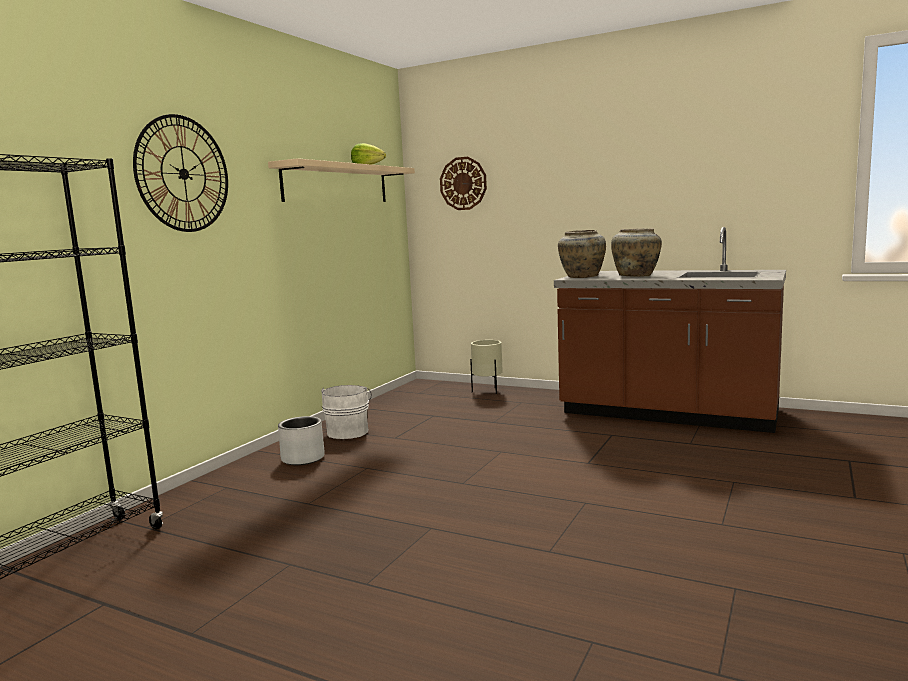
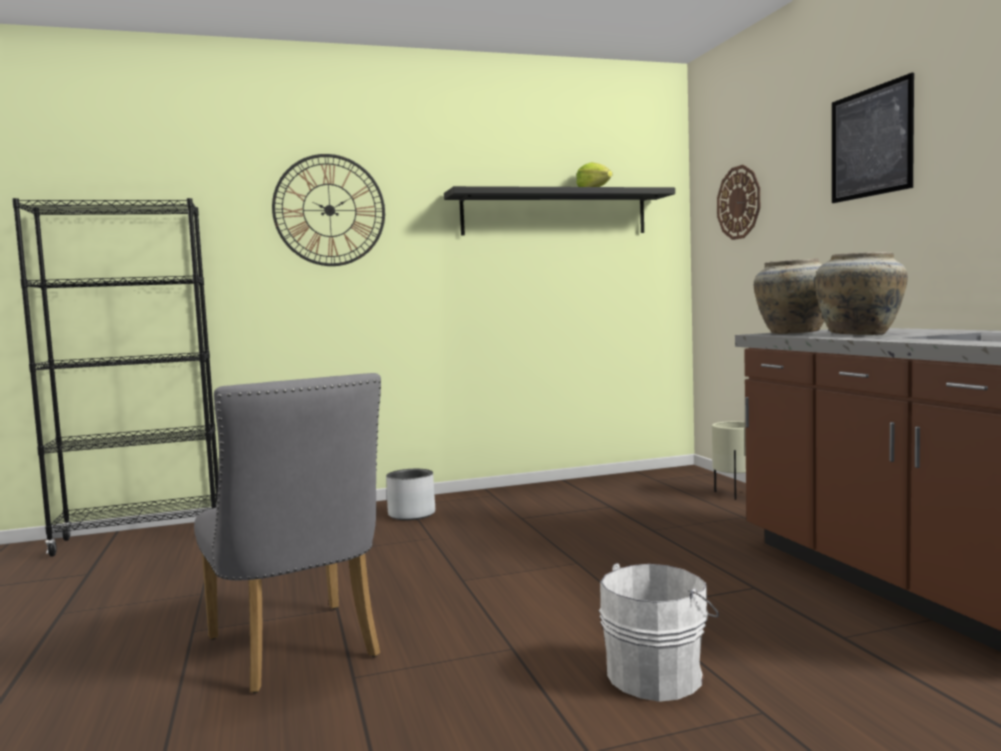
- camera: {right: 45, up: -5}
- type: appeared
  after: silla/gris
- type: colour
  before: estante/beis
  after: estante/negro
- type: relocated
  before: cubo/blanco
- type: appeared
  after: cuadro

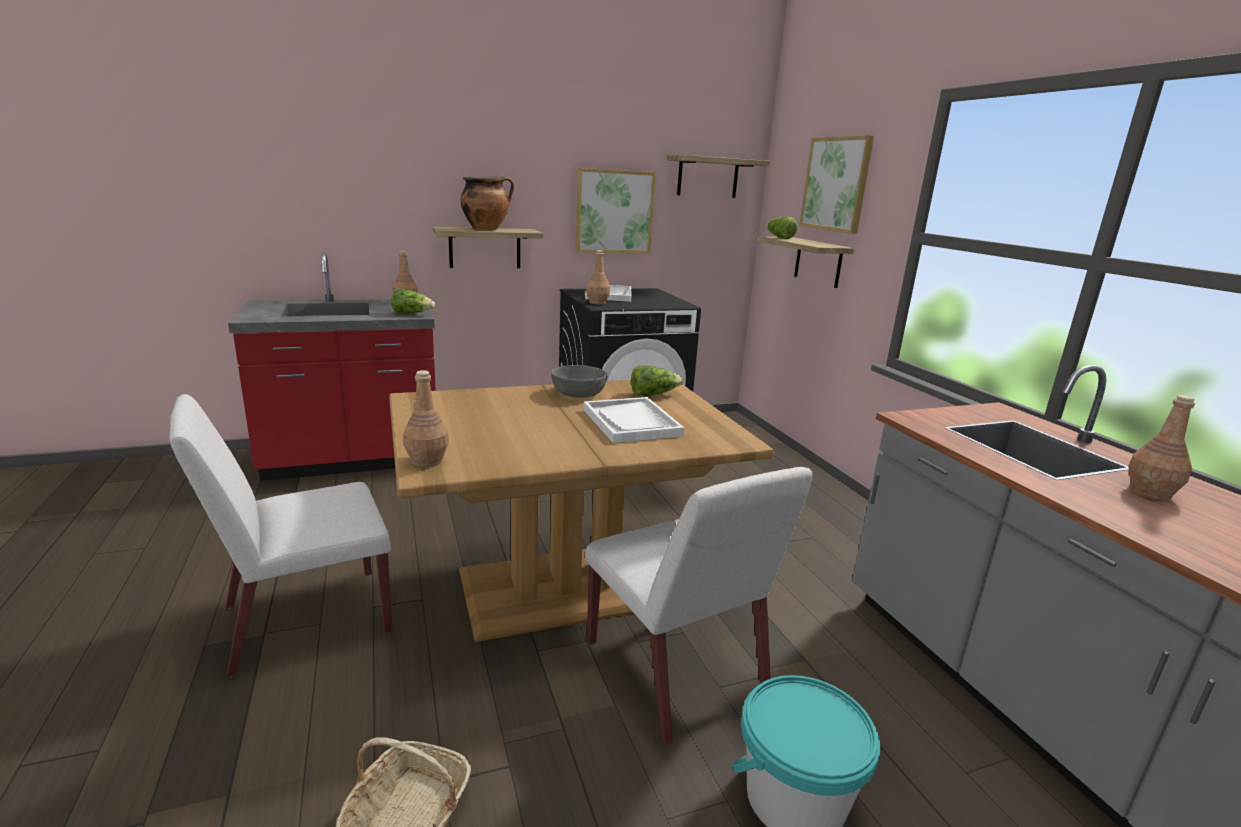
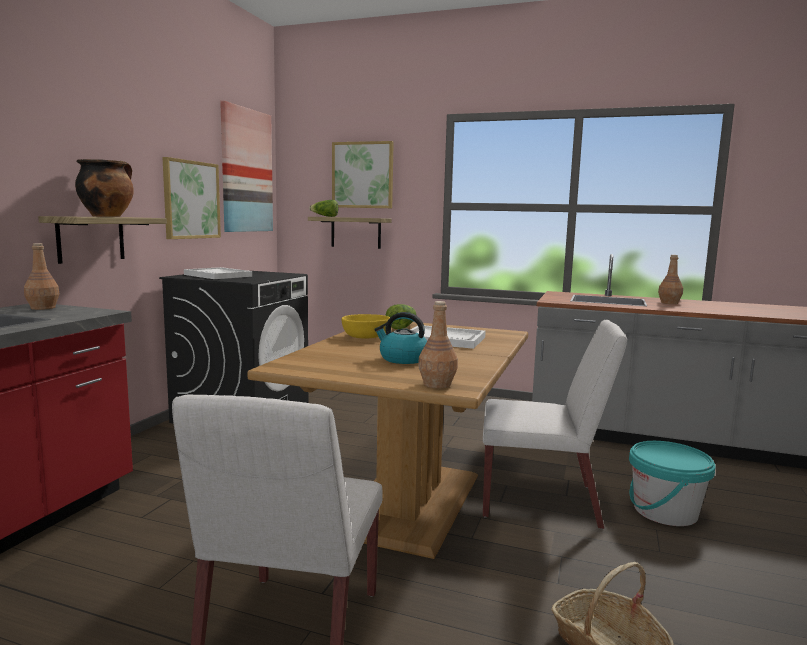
- camera: {right: -50, up: -10}
- type: exchanged
  before: estante (no. 2 from left)
  after: cuadro (no. 2 from left)
- type: colour
  before: cuenco/gris
  after: cuenco/amarillo
- type: appeared
  after: hervidor
- type: missing
  before: lechuga (no. 1 from left)
- type: missing
  before: botella/marrón (no. 3 from left)

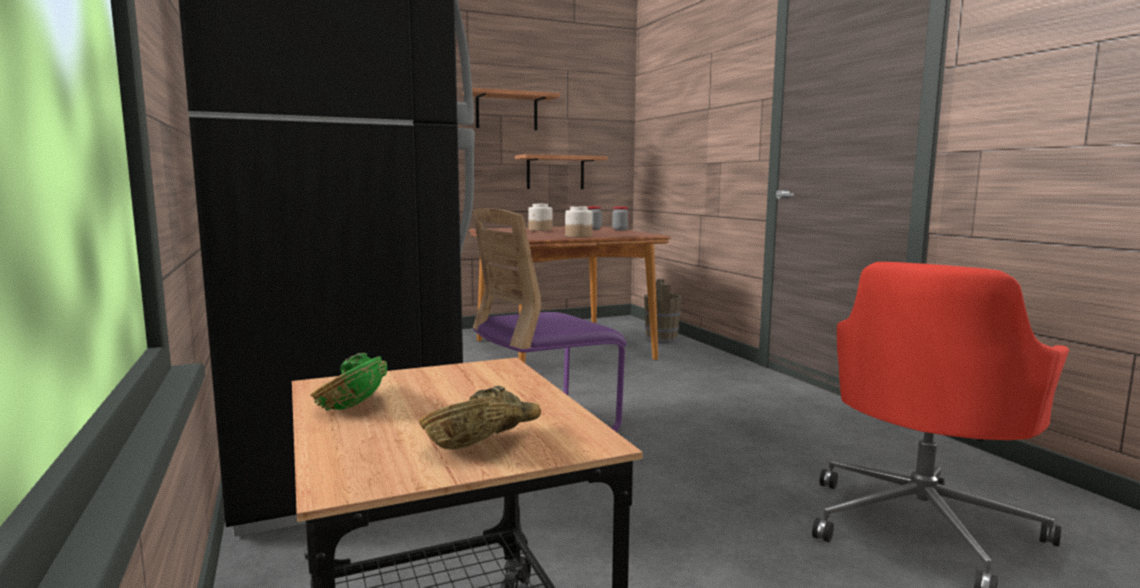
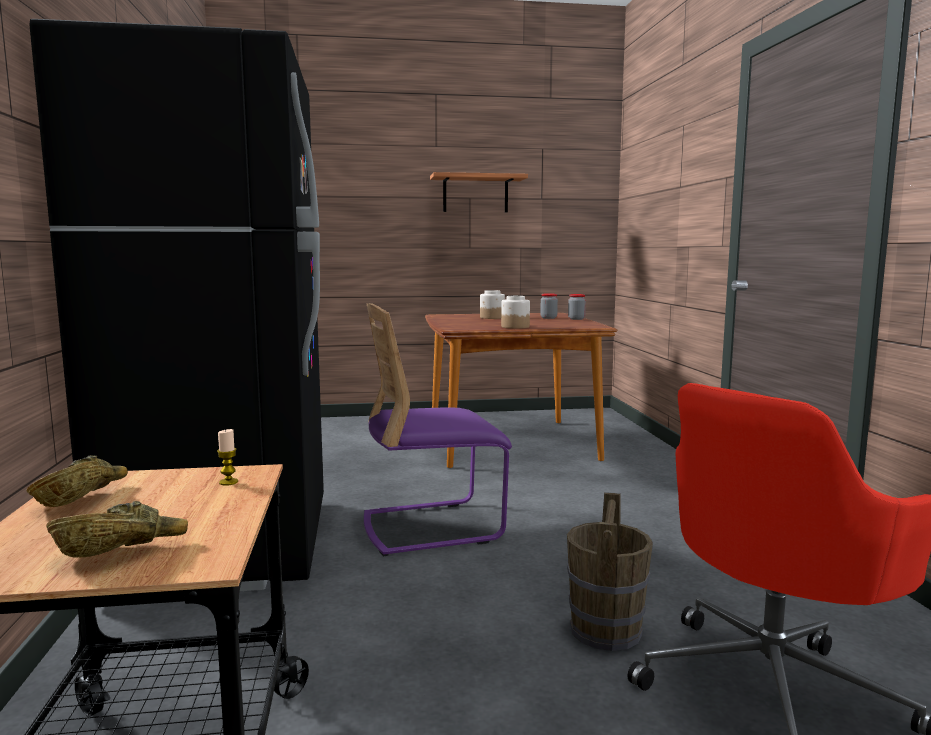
- camera: {right: 15, up: 0}
- type: colour
  before: cuenco/verde
  after: cuenco/marrón (no. 1 from left)
- type: appeared
  after: vela
- type: relocated
  before: cubo/marrón
- type: missing
  before: estante (no. 2 from left)

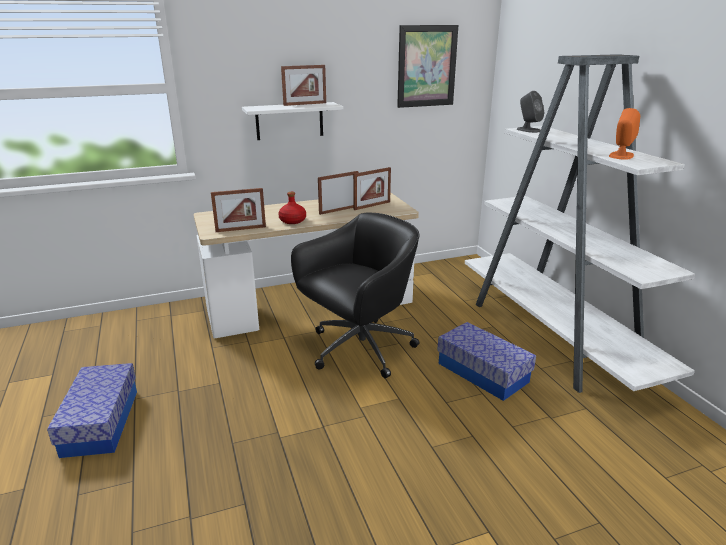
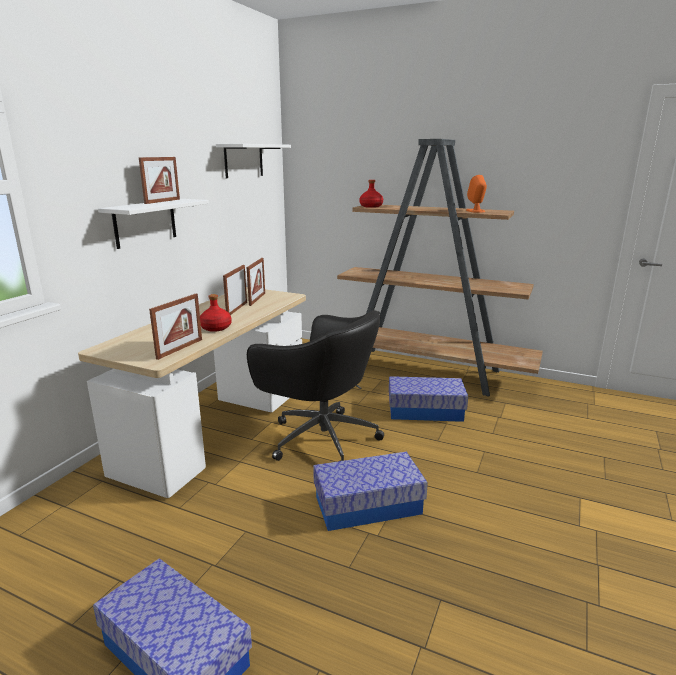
- camera: {right: -45, up: -5}
- type: exchanged
  before: cuadro
  after: estante/blanco (no. 2 from left)
- type: spun
  before: silla de oficina/negro
  turn: 120
- type: appeared
  after: caja de almacenaje (no. 2 from left)
- type: colour
  before: estantería/blanco
  after: estantería/marrón
- type: exchanged
  before: altavoz/gris
  after: botella/rojo (no. 2 from left)

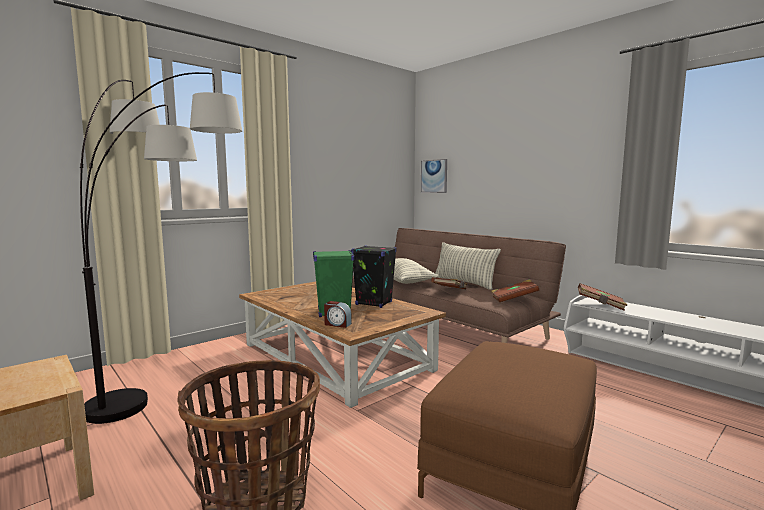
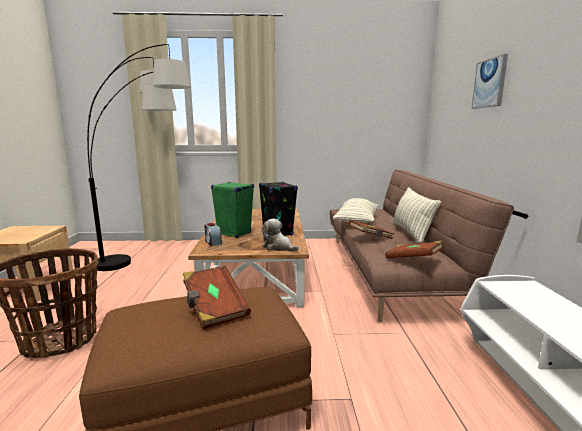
- camera: {right: 40, up: 5}
- type: relocated
  before: libro/marrón (no. 3 from left in the first image)
  after: libro/marrón (no. 1 from left)
- type: appeared
  after: peluche
- type: relocated
  before: cuadro

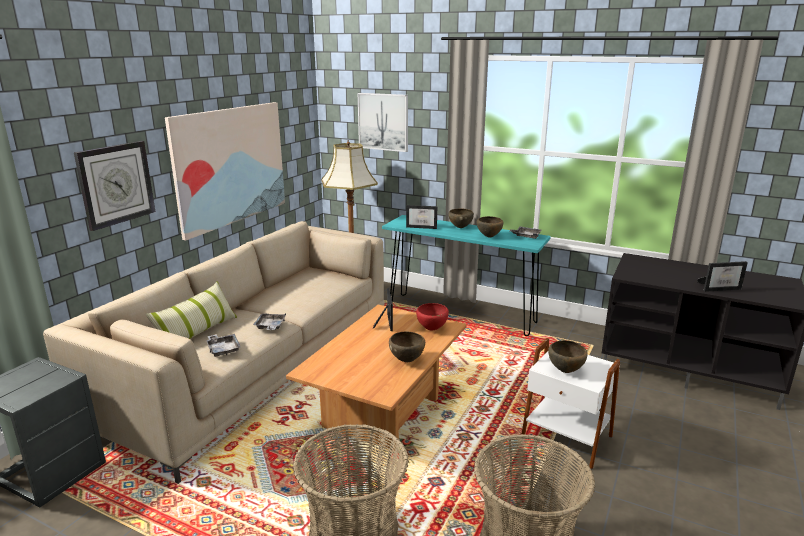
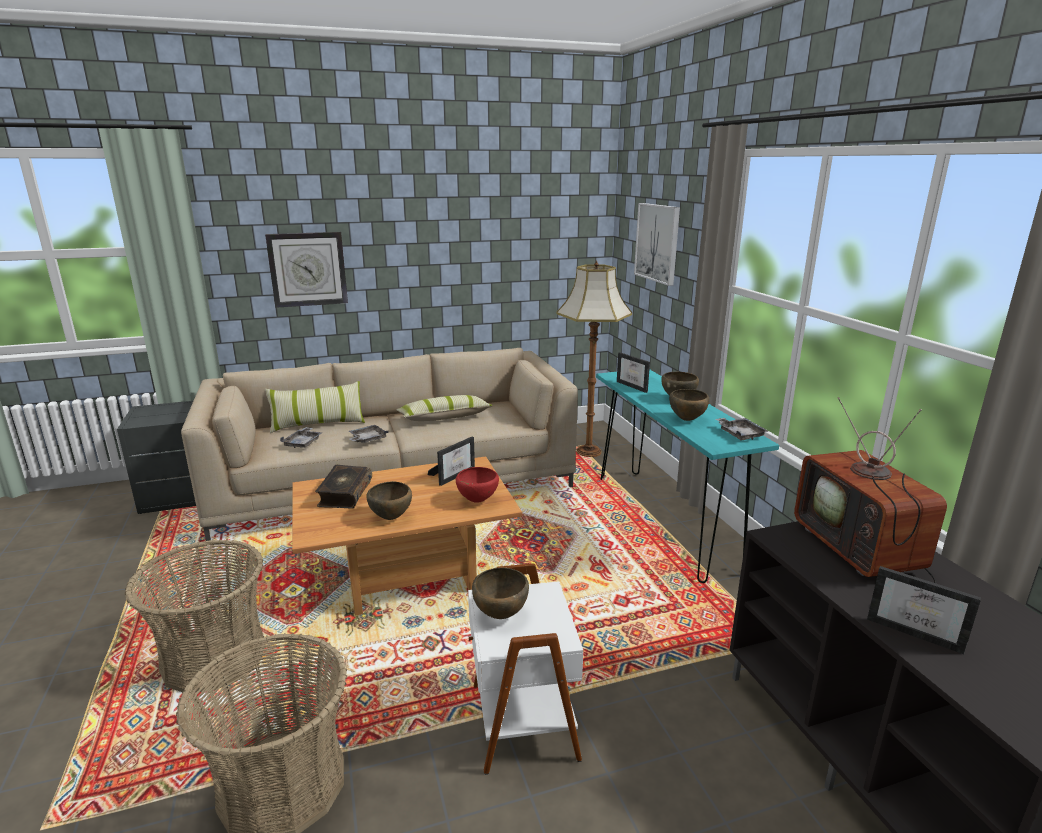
- camera: {right: 45, up: 0}
- type: appeared
  after: libro
- type: appeared
  after: cojín (no. 2 from left)
- type: appeared
  after: televisor
- type: missing
  before: cuadro (no. 1 from left)

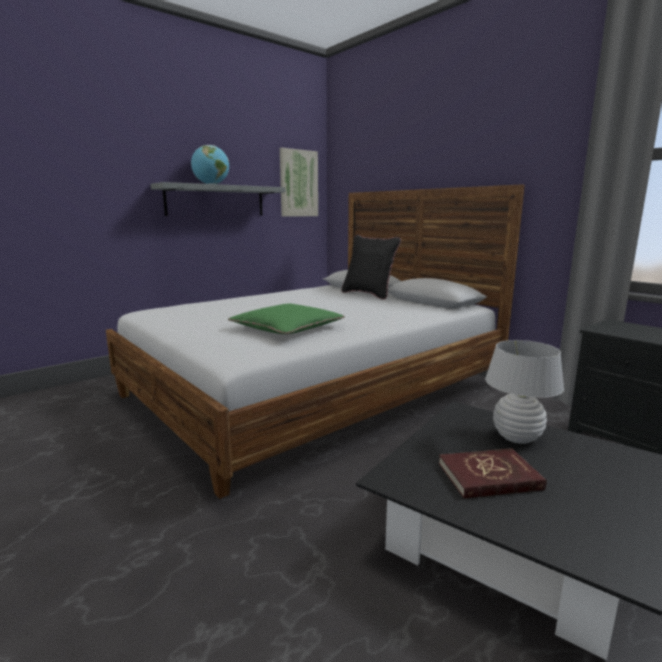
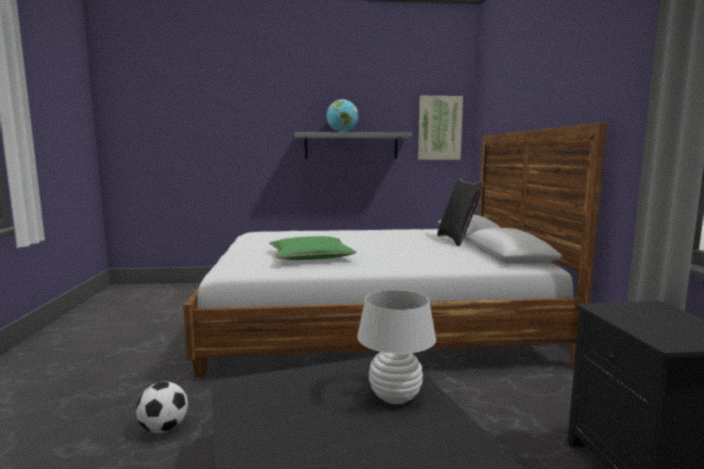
- camera: {right: 35, up: -5}
- type: appeared
  after: balón de fútbol
- type: missing
  before: libro/rojo

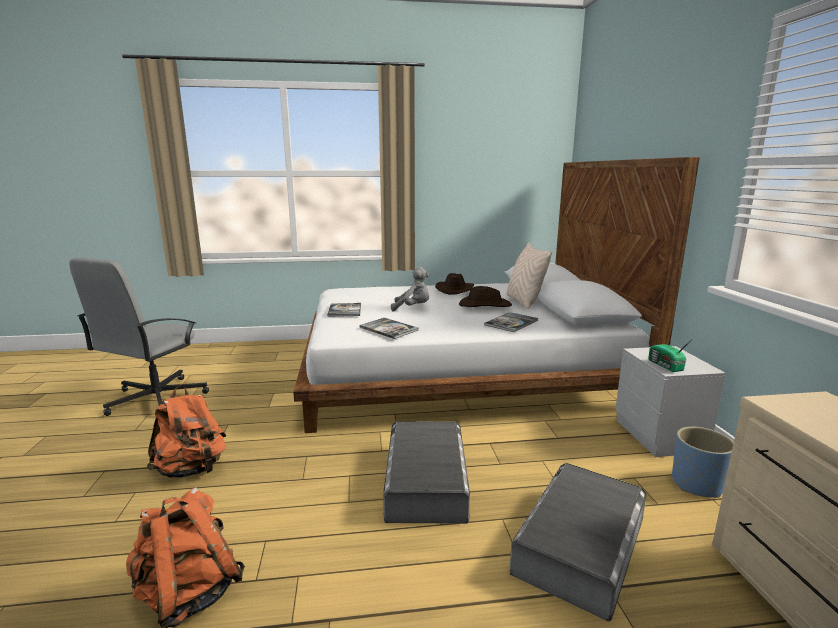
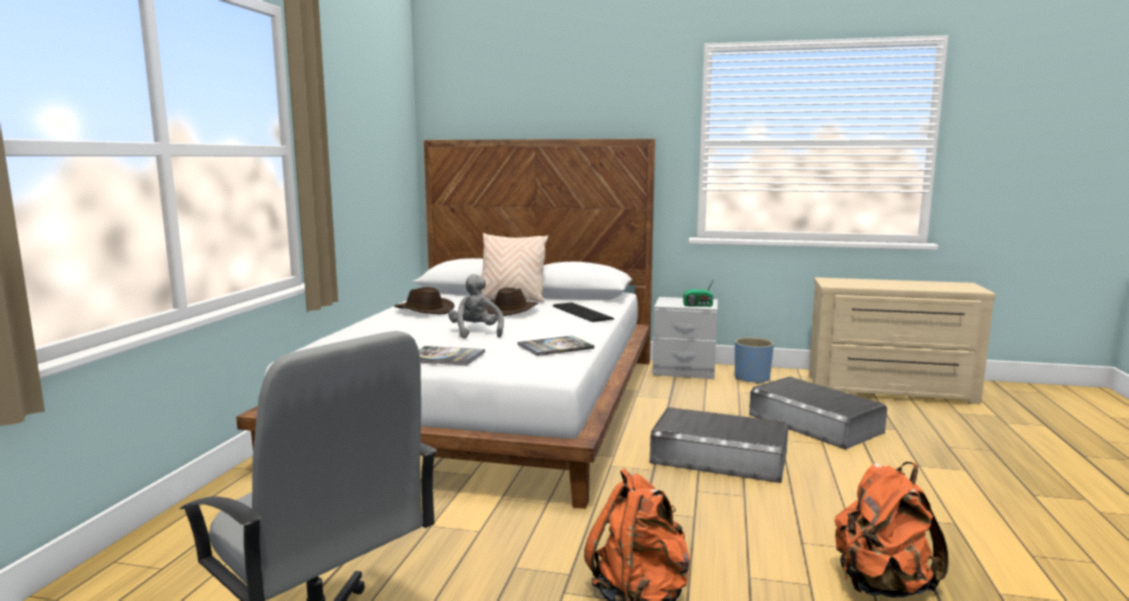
- camera: {right: -70, up: -5}
- type: spun
  before: peluche/gris
  turn: -45
- type: exchanged
  before: libro (no. 3 from left)
  after: teclado

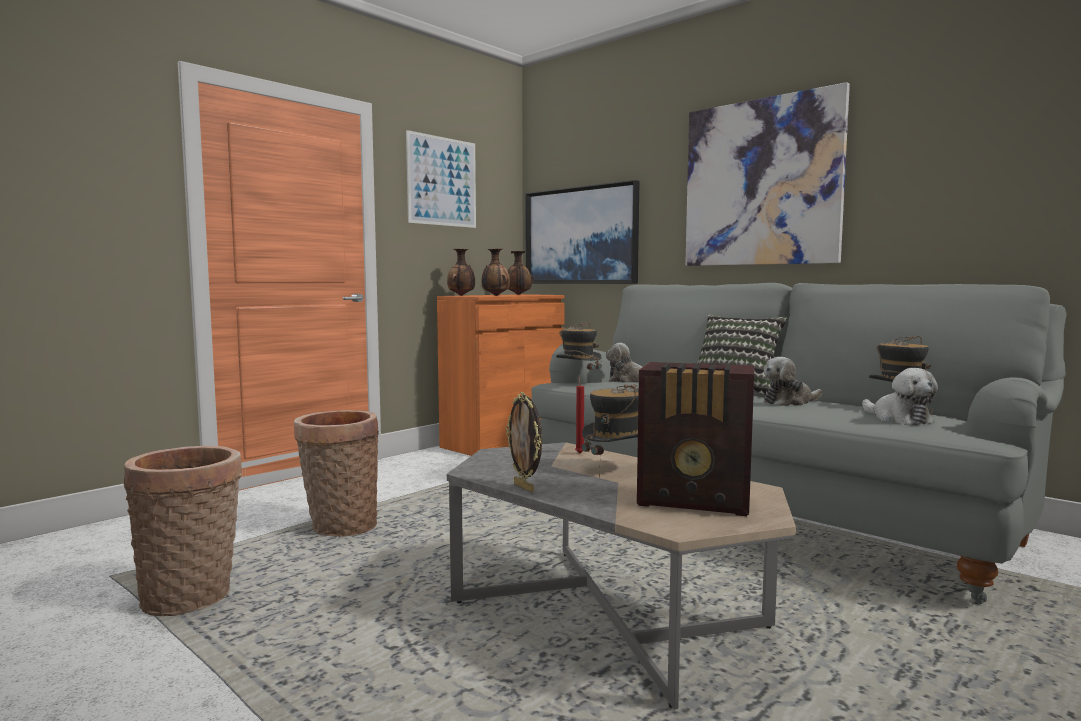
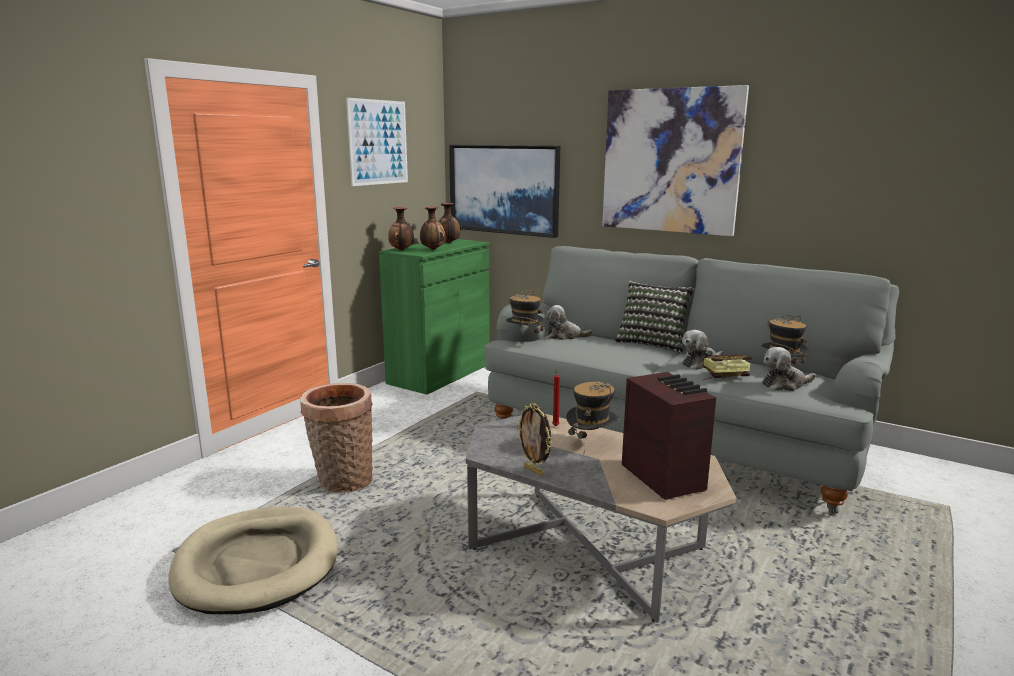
- camera: {right: -10, up: 10}
- type: exchanged
  before: cesta (no. 1 from left)
  after: cama para perro/beis
- type: colour
  before: armario/naranja
  after: armario/verde
- type: spun
  before: radio
  turn: -120
- type: appeared
  after: libro
- type: spun
  before: peluche (no. 3 from left)
  turn: 105

